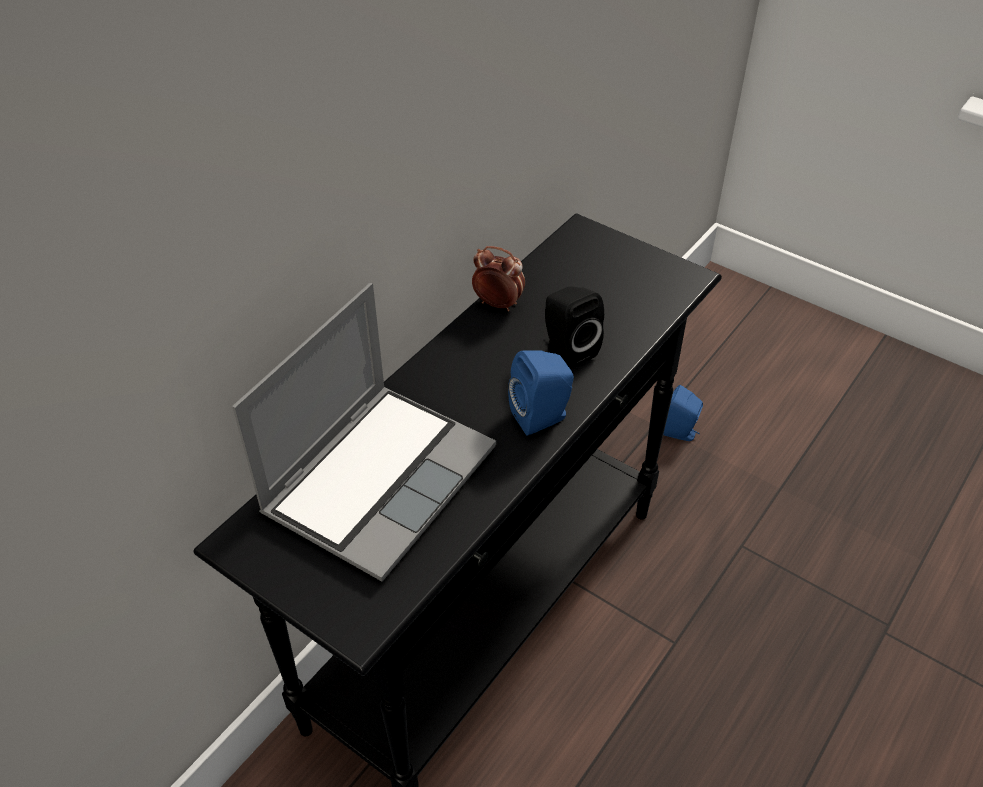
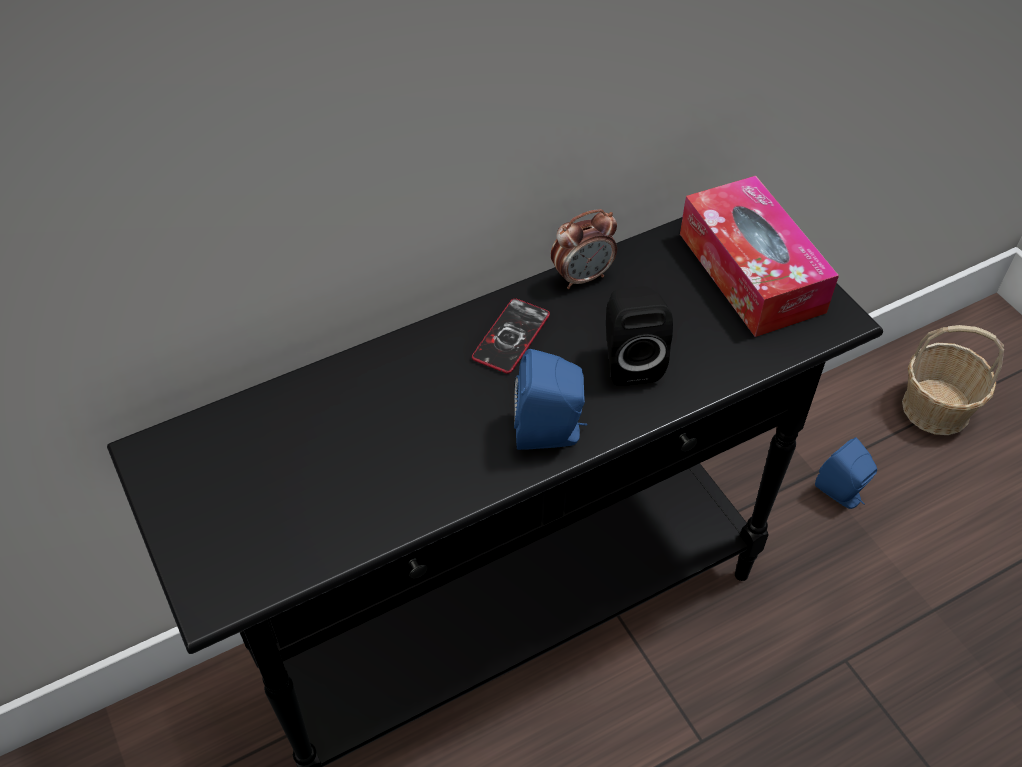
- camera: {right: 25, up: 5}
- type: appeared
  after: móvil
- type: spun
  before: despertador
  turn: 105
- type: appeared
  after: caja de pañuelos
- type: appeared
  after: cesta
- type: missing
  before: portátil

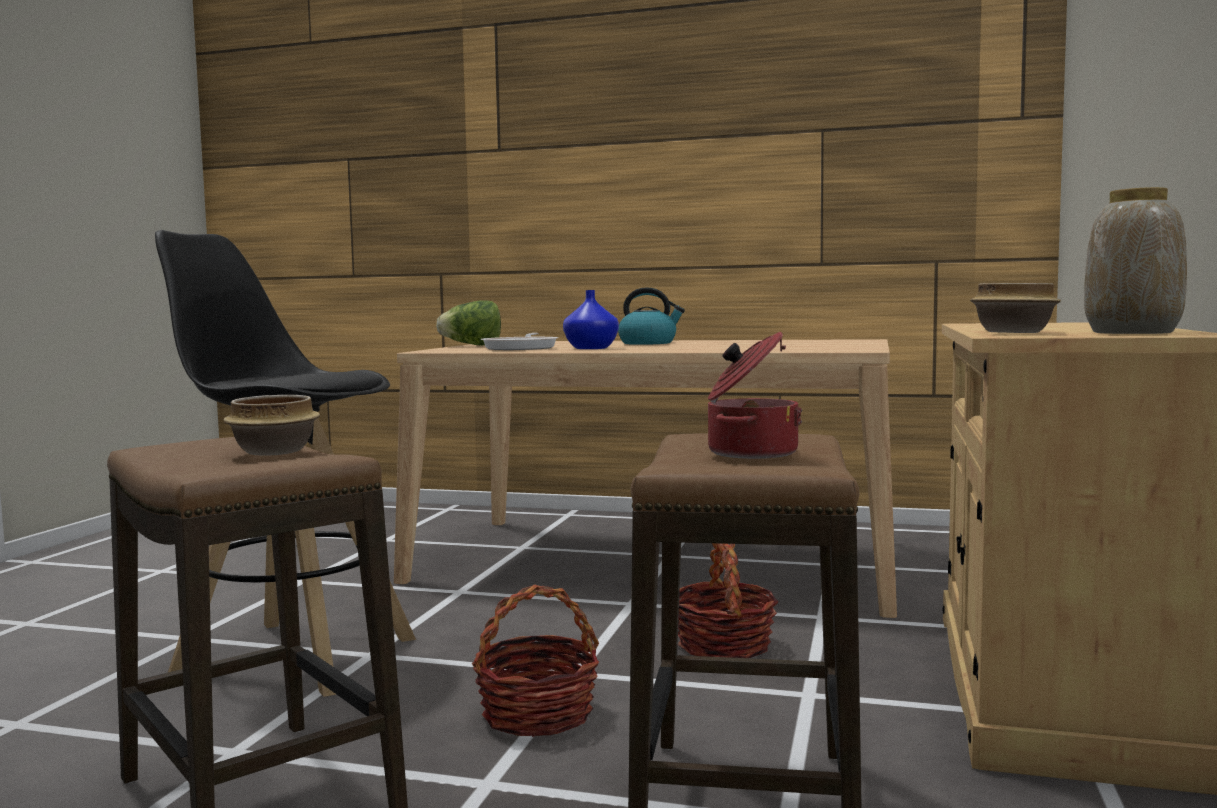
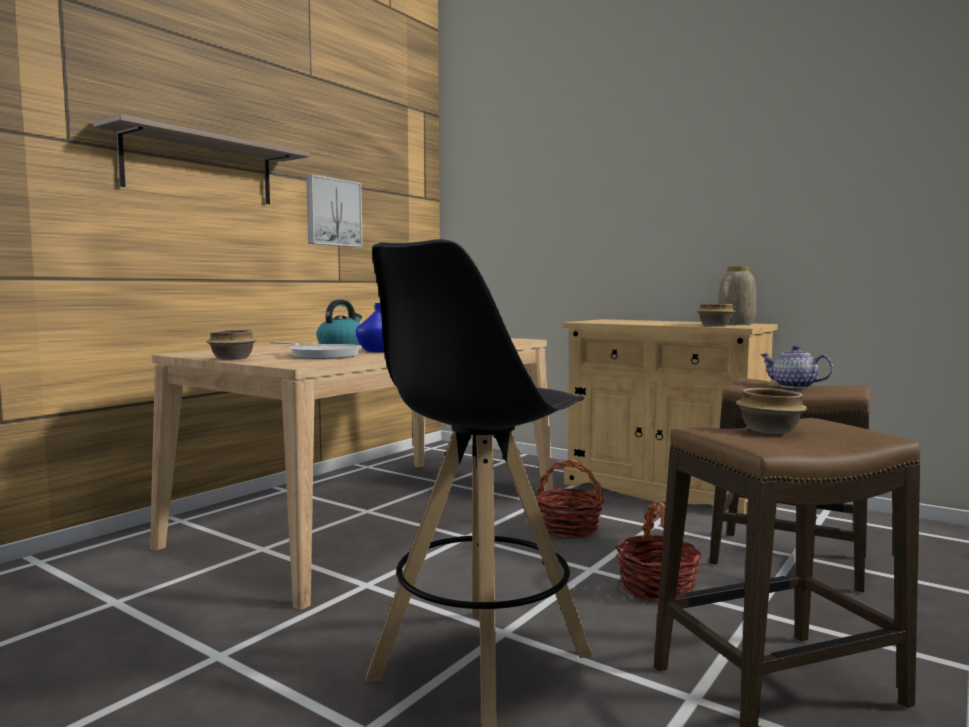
- camera: {right: -70, up: 0}
- type: appeared
  after: estante
- type: exchanged
  before: lechuga
  after: cuenco (no. 1 from left)
- type: appeared
  after: cuadro
- type: exchanged
  before: olla
  after: tetera

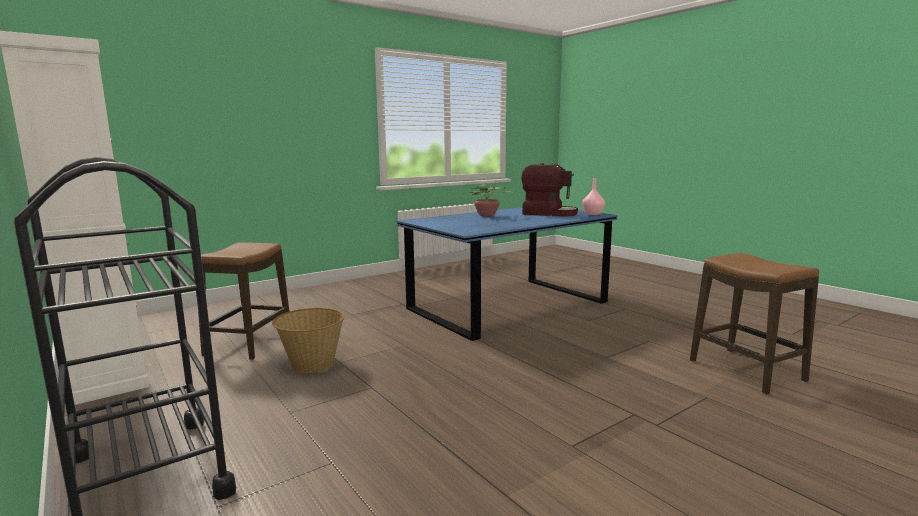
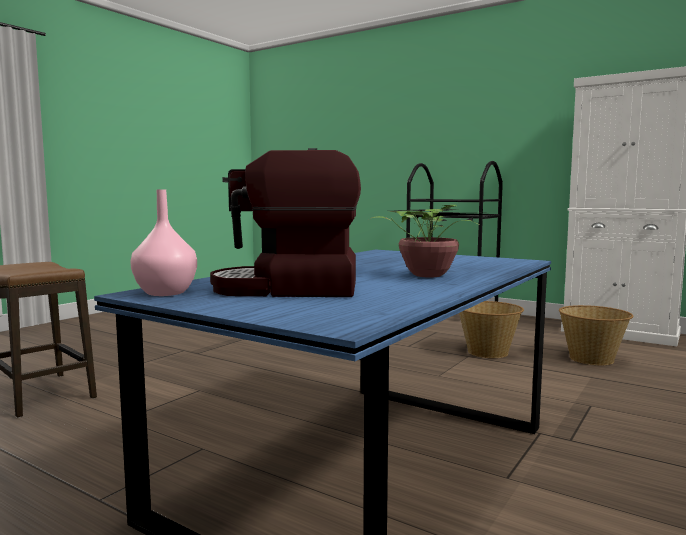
- camera: {right: 160, up: -5}
- type: exchanged
  before: taburete (no. 1 from left)
  after: cesta (no. 2 from left)

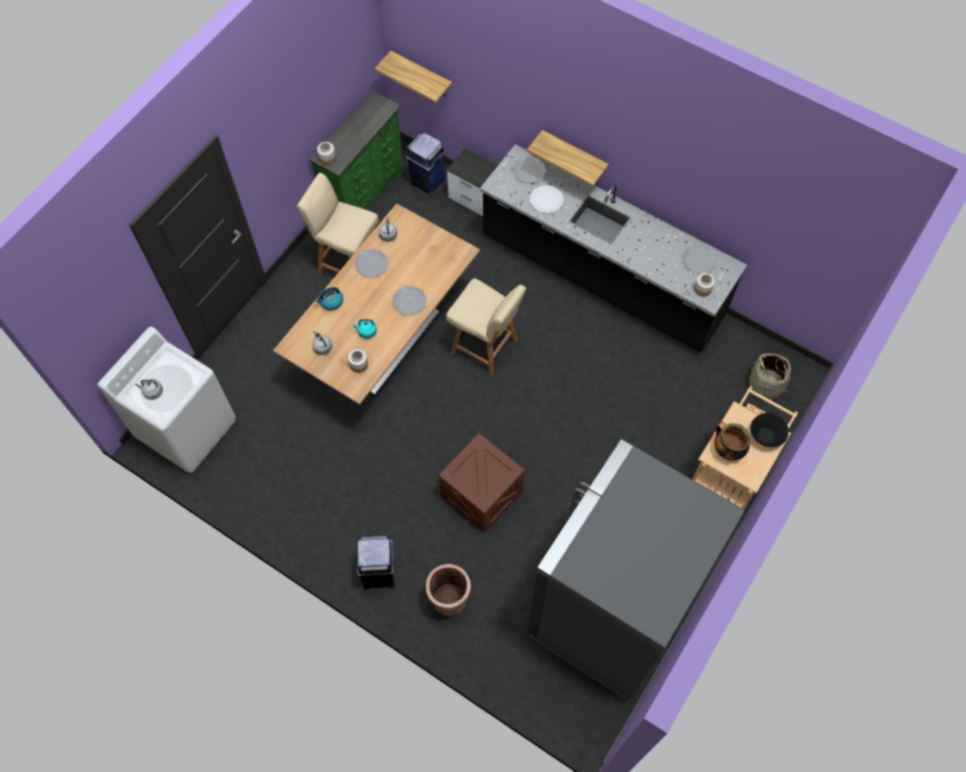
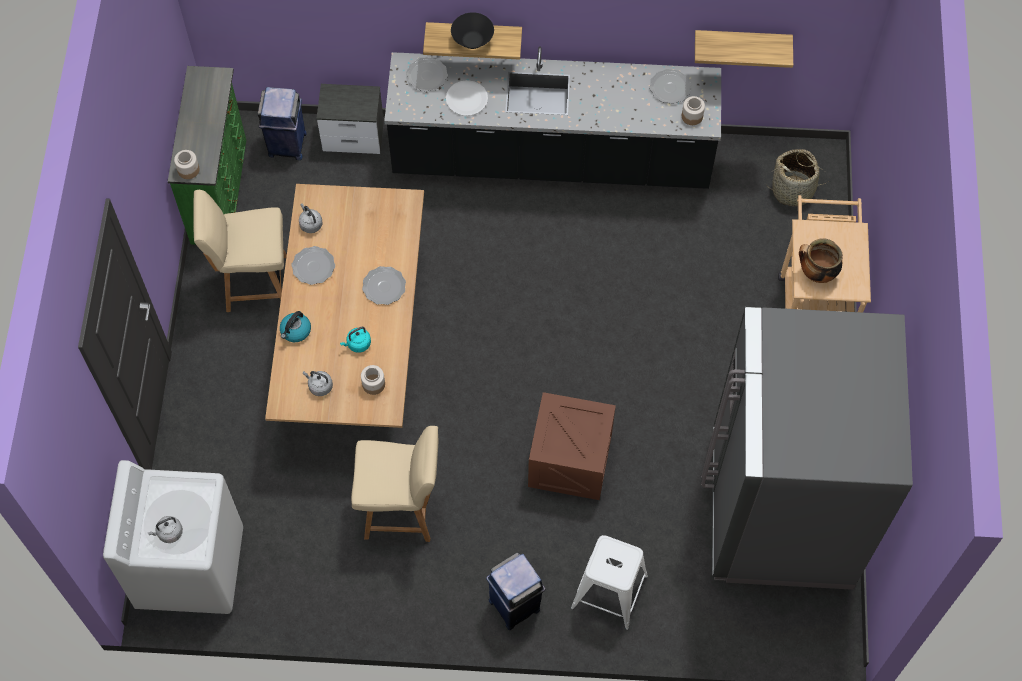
- camera: {right: -30, up: 0}
- type: relocated
  before: silla/beis (no. 2 from left)
- type: relocated
  before: cuenco/negro
- type: exchanged
  before: cesta (no. 1 from left)
  after: taburete/blanco
- type: relocated
  before: estante (no. 1 from left in the first image)
  after: estante (no. 2 from left)

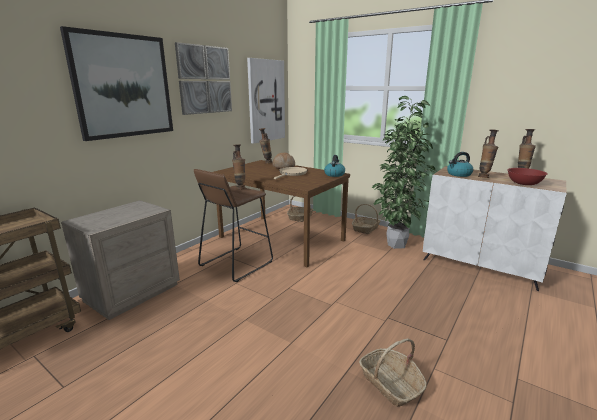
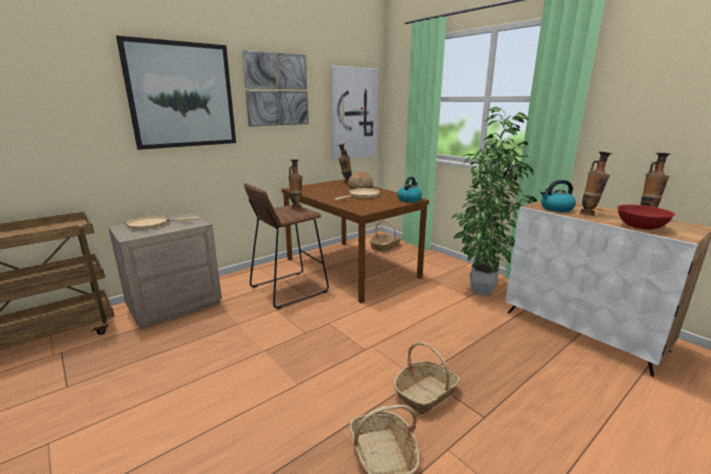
- camera: {right: 15, up: 0}
- type: appeared
  after: sartén/beis (no. 1 from left)
- type: relocated
  before: cesta (no. 2 from left in the first image)
  after: cesta (no. 3 from left)

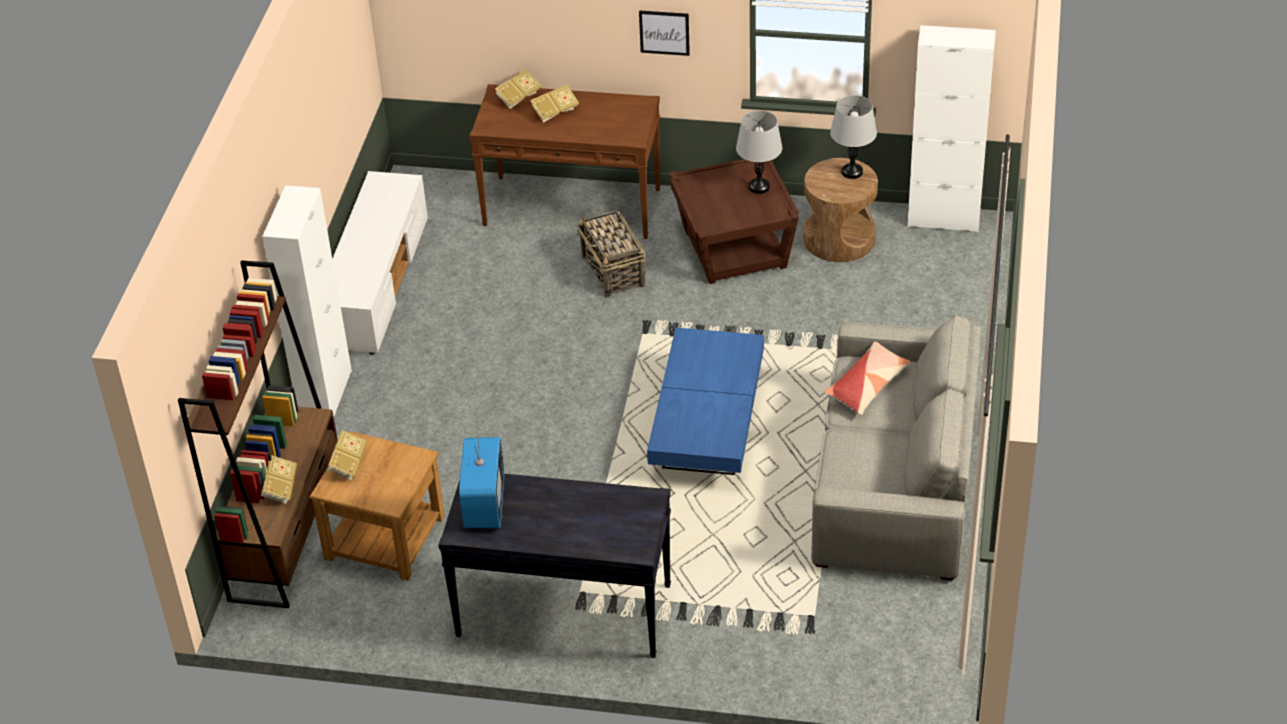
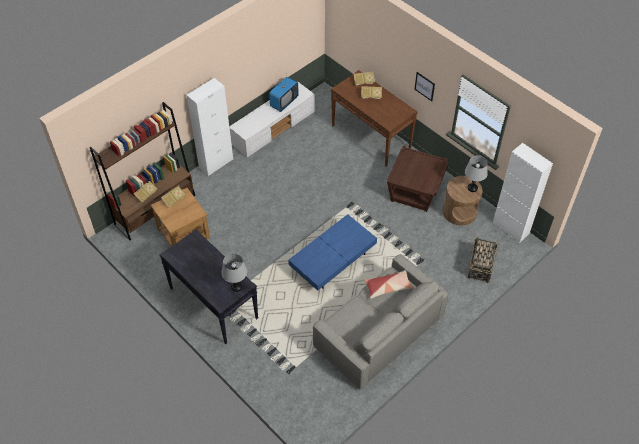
- camera: {right: 35, up: 10}
- type: relocated
  before: lámpara de mesa/gris (no. 1 from left)
- type: relocated
  before: televisor
- type: relocated
  before: cesta

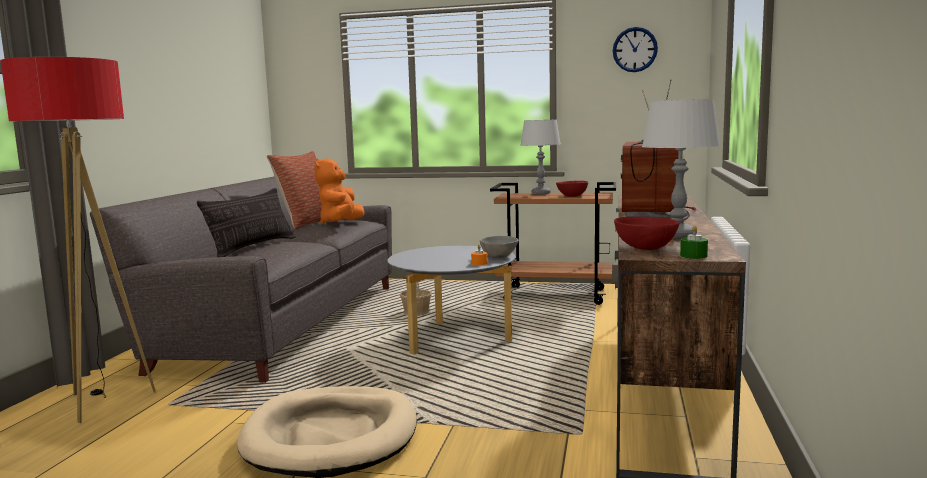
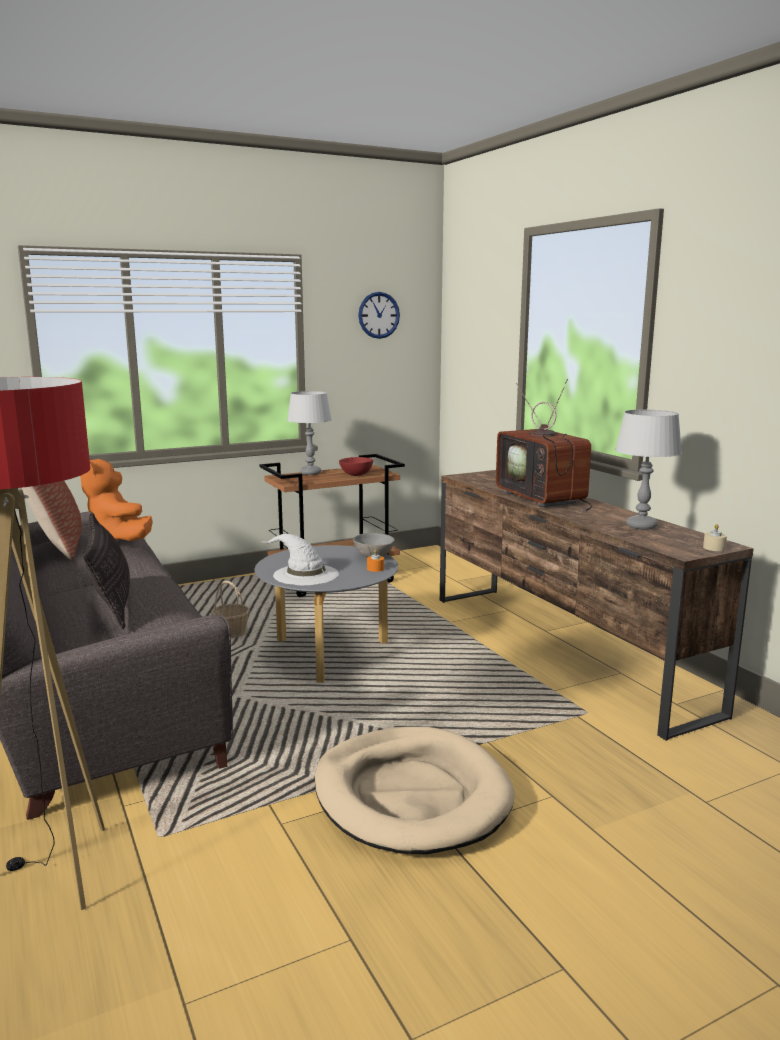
- camera: {right: -40, up: 5}
- type: appeared
  after: sombrero/blanco
- type: colour
  before: vela/verde
  after: vela/beis
- type: missing
  before: cuenco/rojo (no. 2 from left)

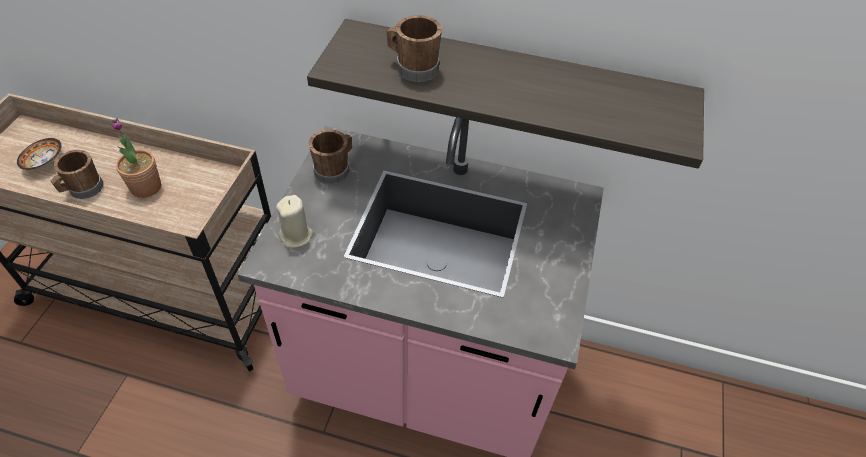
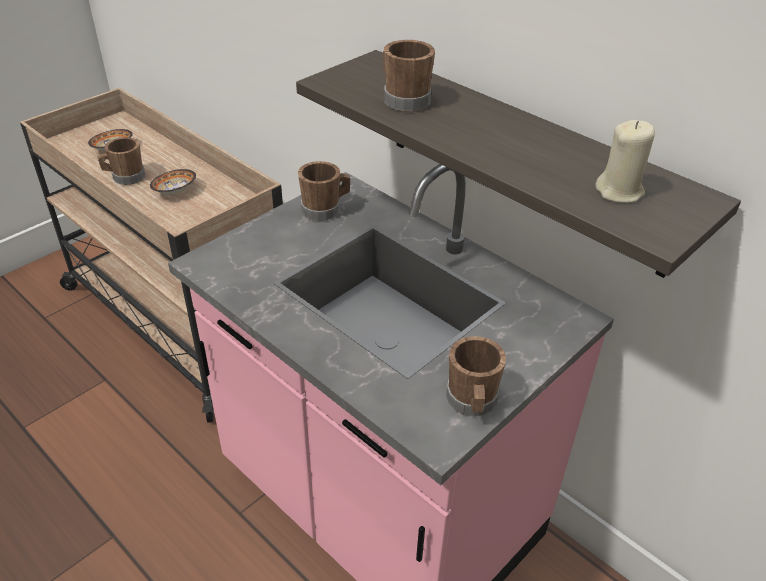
- camera: {right: 30, up: -10}
- type: exchanged
  before: planta en maceta
  after: cuenco (no. 2 from left)
- type: appeared
  after: taza grande/marrón (no. 4 from left)
- type: relocated
  before: vela/beis

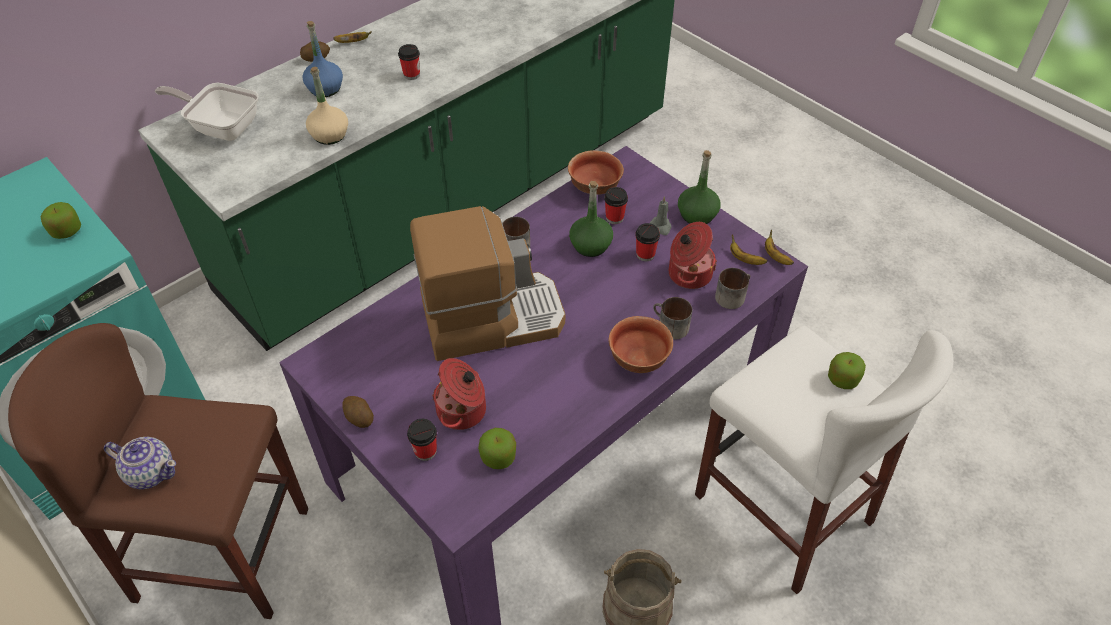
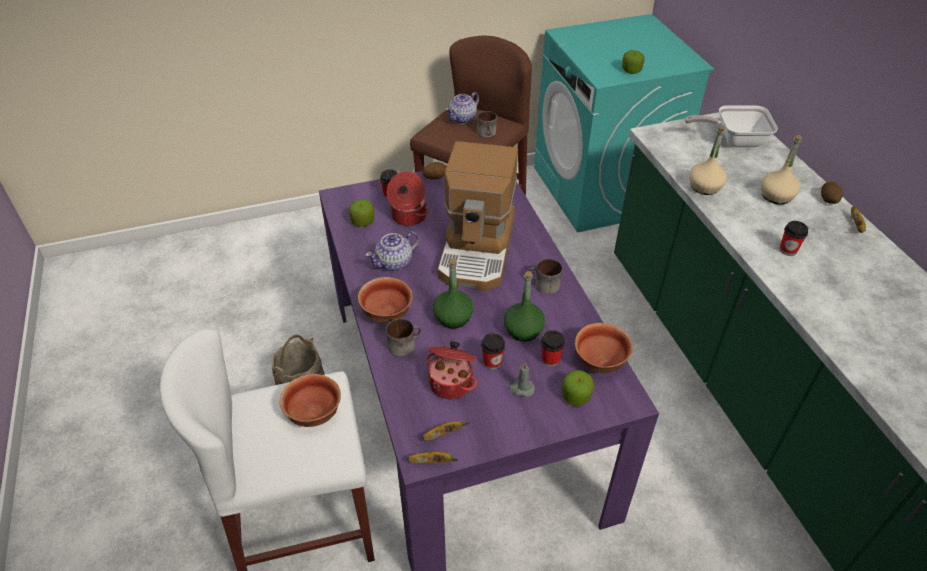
- camera: {right: 115, up: -5}
- type: appeared
  after: cuenco (no. 1 from left)
- type: appeared
  after: tetera (no. 1 from left)
- type: relocated
  before: botella/verde (no. 2 from left in the first image)
  after: botella/verde (no. 1 from left)
- type: relocated
  before: taza grande (no. 3 from left in the first image)
  after: taza grande (no. 2 from left)
- type: relocated
  before: manzana (no. 3 from left in the first image)
  after: manzana (no. 2 from left)
- type: spun
  before: sartén
  turn: -135
- type: colour
  before: botella/azul
  after: botella/beis (no. 2 from left)

